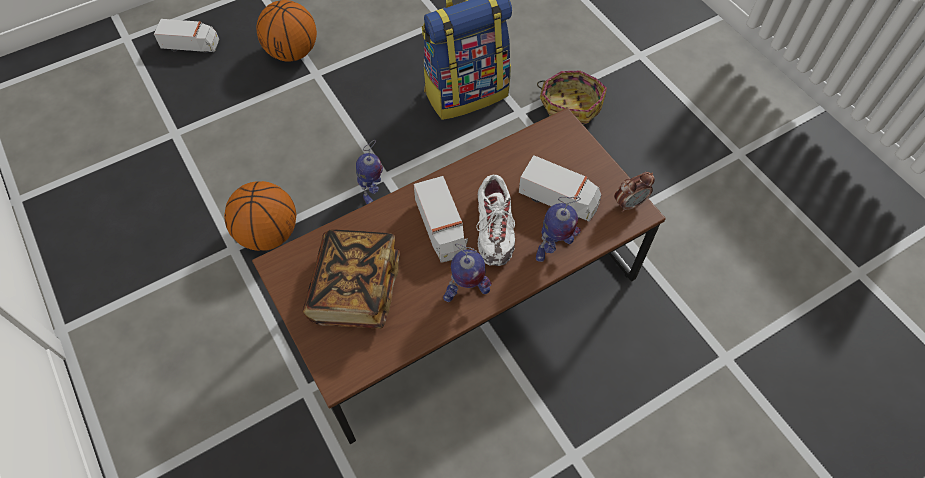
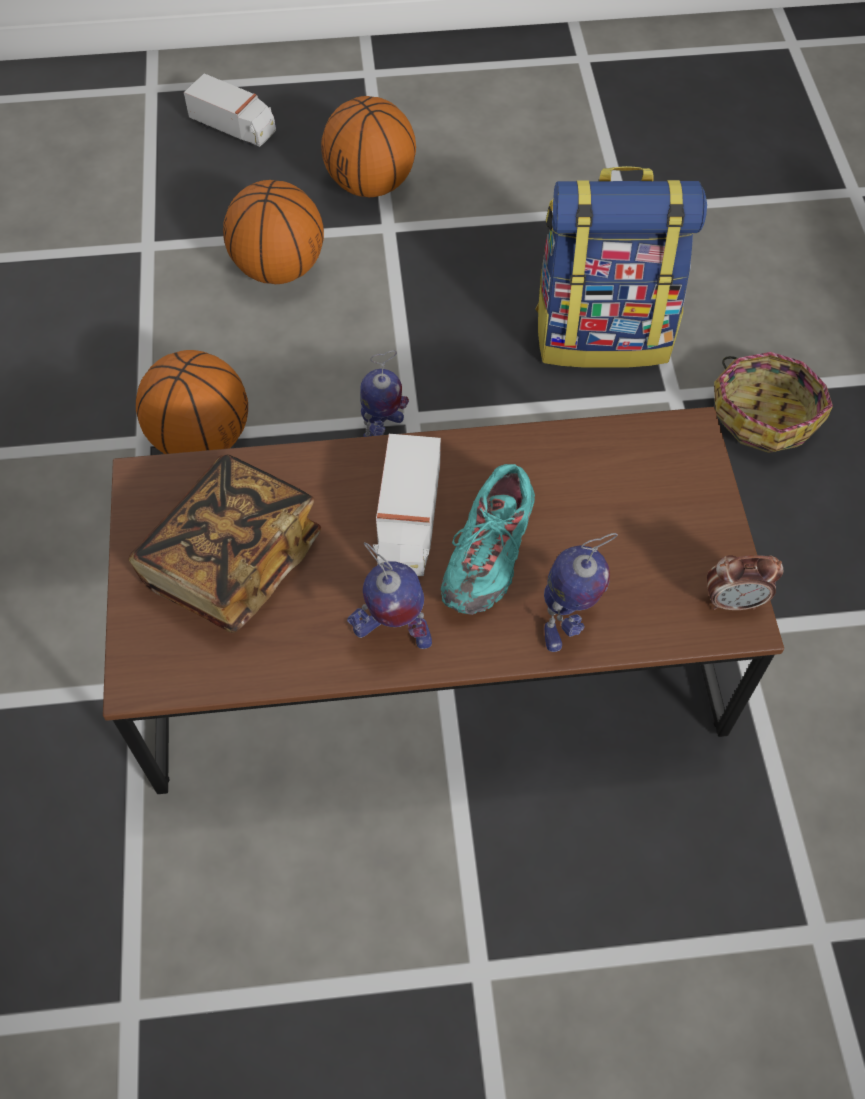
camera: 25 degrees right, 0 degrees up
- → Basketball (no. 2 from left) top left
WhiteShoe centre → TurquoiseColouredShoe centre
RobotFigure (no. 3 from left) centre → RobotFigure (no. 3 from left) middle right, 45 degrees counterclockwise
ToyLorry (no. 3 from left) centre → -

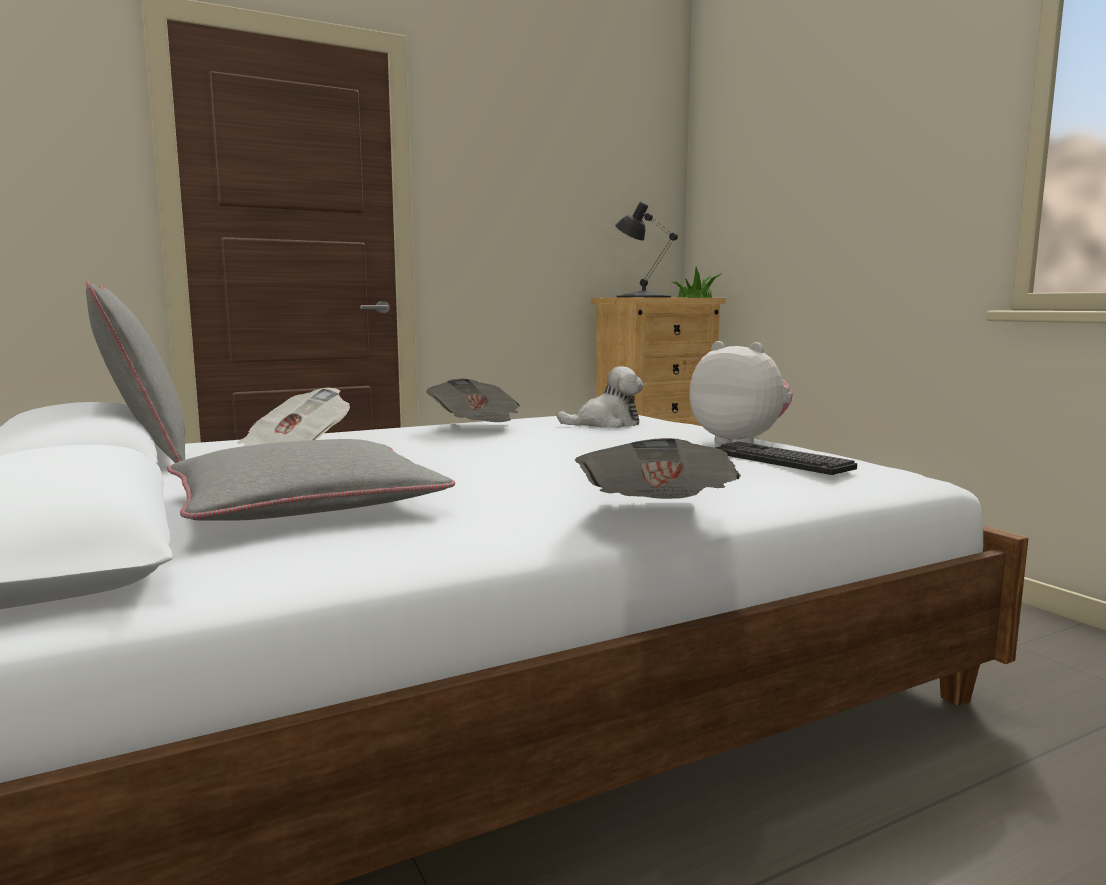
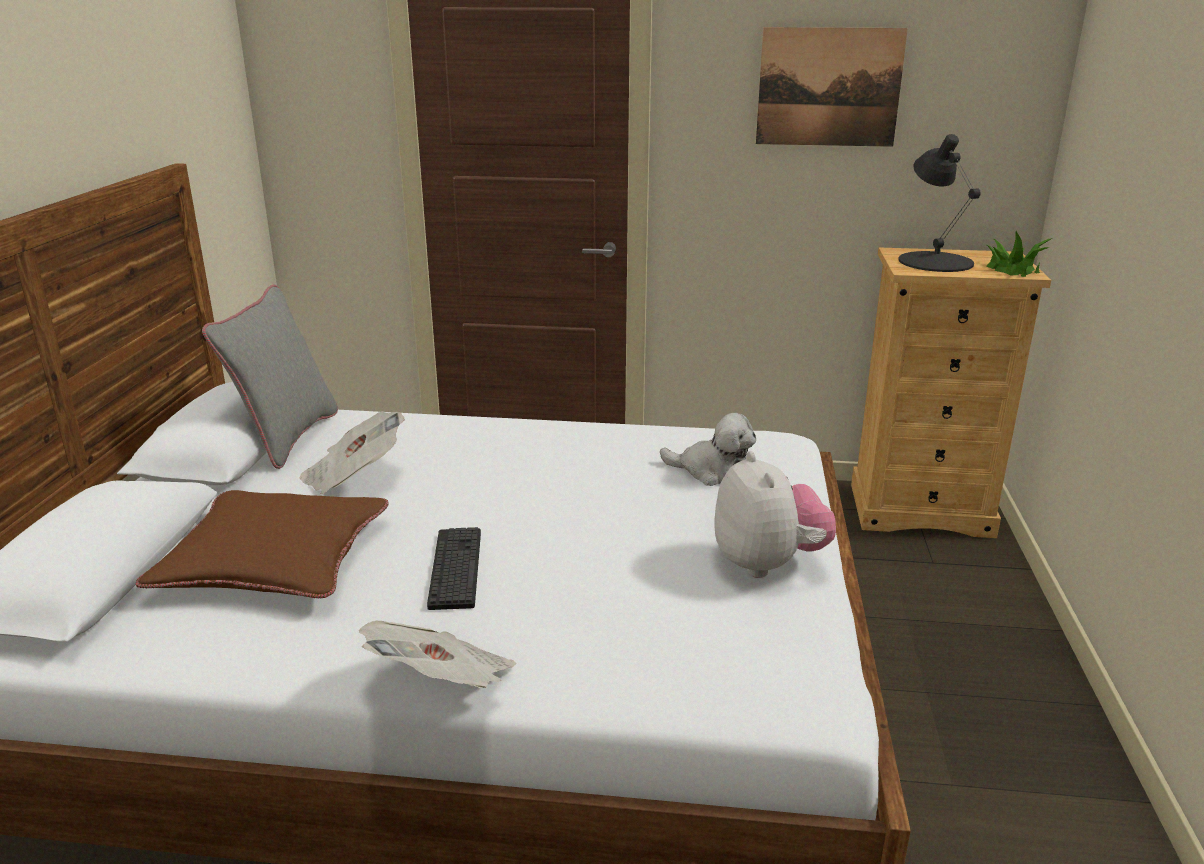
camera: 35 degrees right, 15 degrees up
GrayCushion (no. 2 from left) middle left → BrownCushion middle left
PcKeyboard middle right → PcKeyboard centre, relocated
- → Picture top right
DailyPaper (no. 2 from left) centre → -

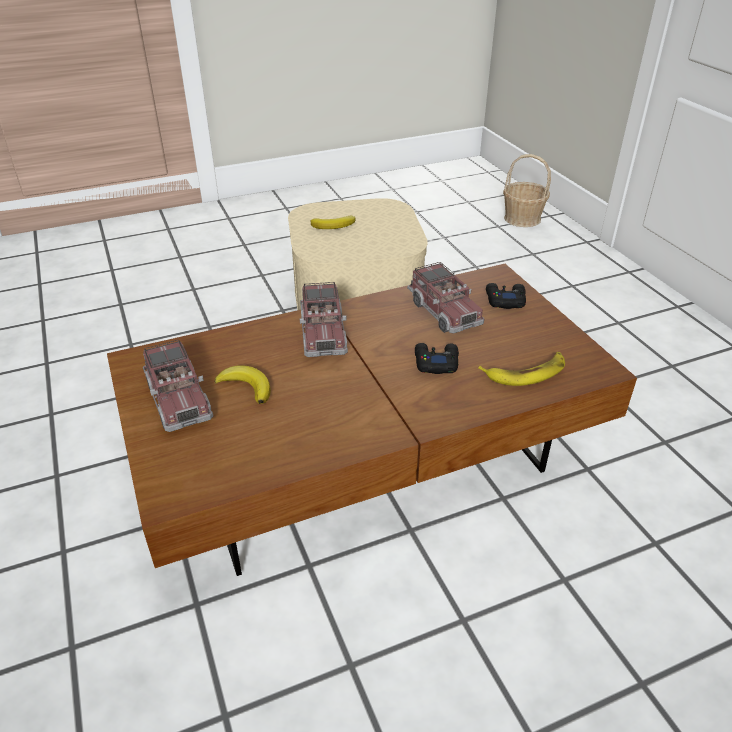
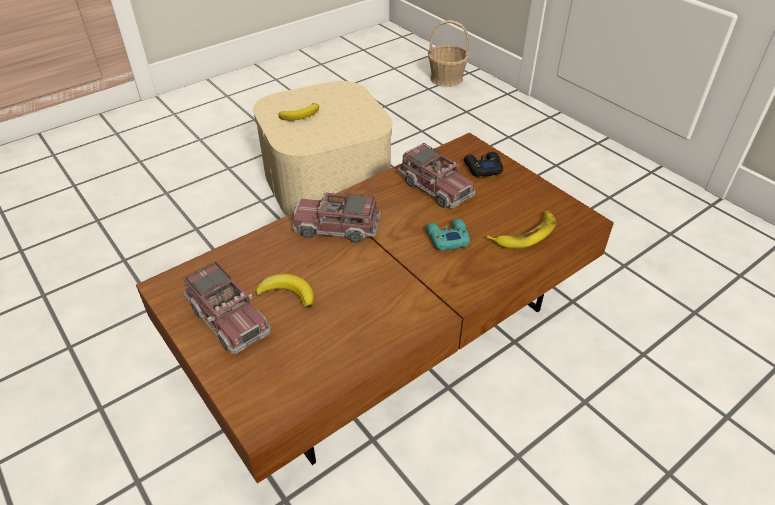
camera: 15 degrees left, 5 degrees up
ToyLorry (no. 2 from left) centre, 120 degrees clockwise
BlackJoypad (no. 1 from left) centre → TurquoiseColouredJoypad centre

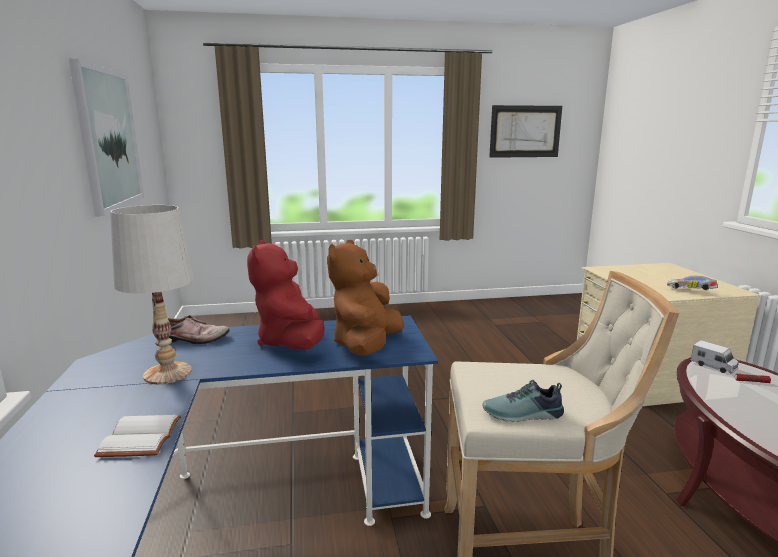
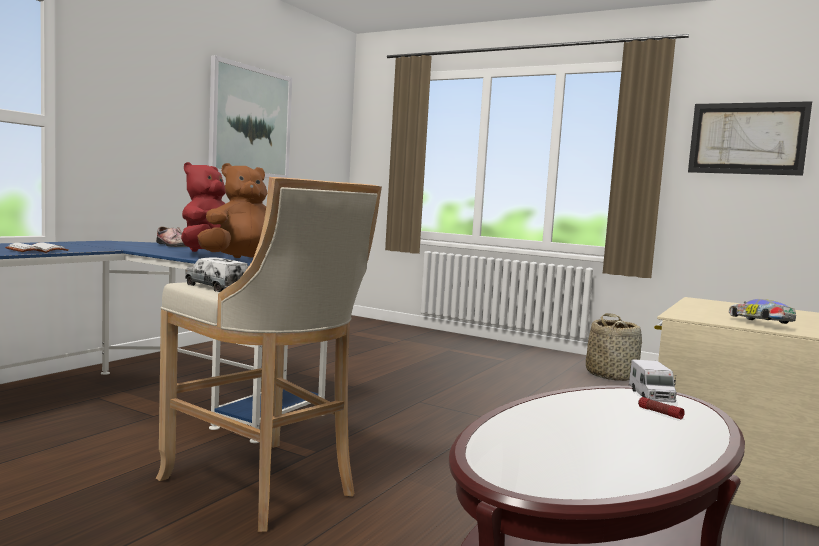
camera: 40 degrees right, 10 degrees down
Shoe (no. 2 from left) bottom right → ToyLorry (no. 1 from left) middle left
- → StorageBasket middle right
WhiteTableLamp middle left → -

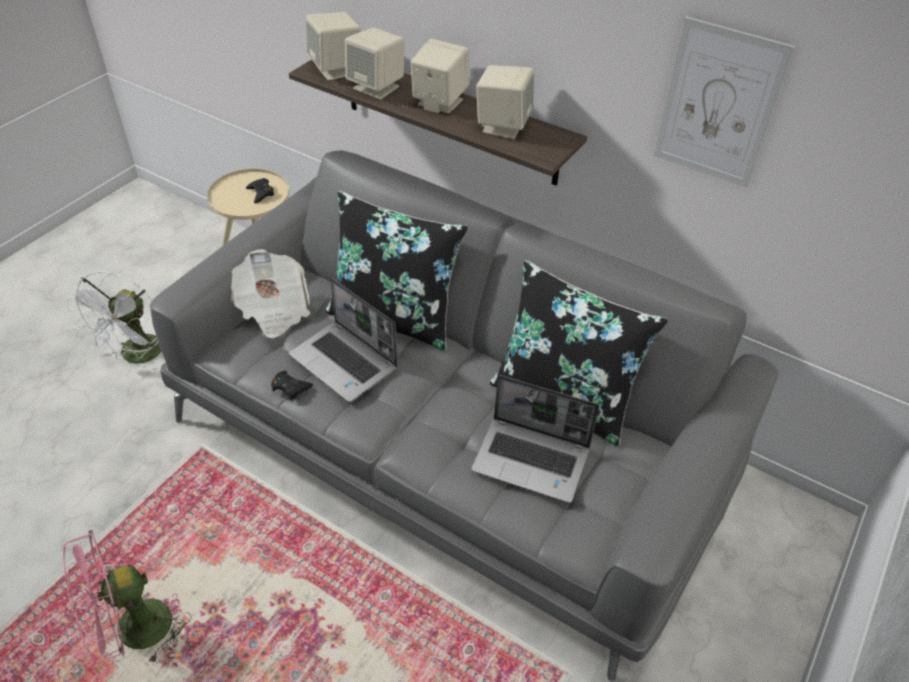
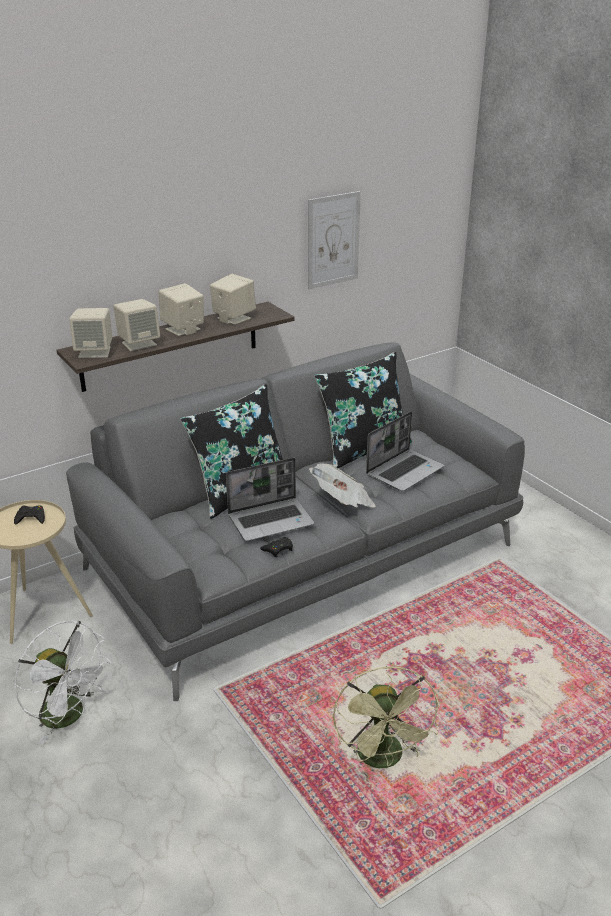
camera: 65 degrees left, 15 degrees down
DailyPaper middle left → DailyPaper centre, relocated
PinkColouredFan bottom left → GreenFan bottom centre

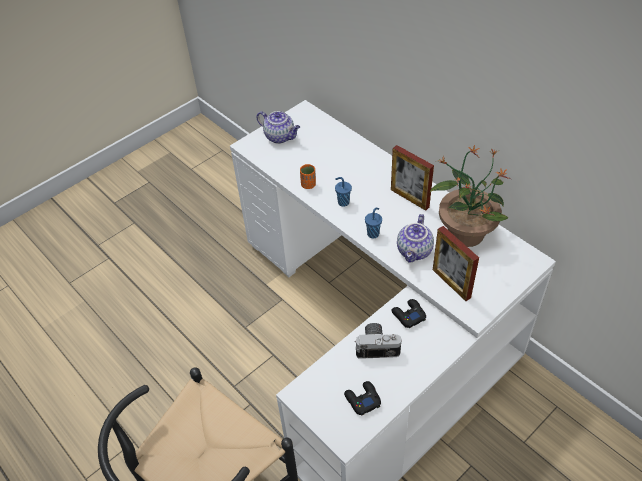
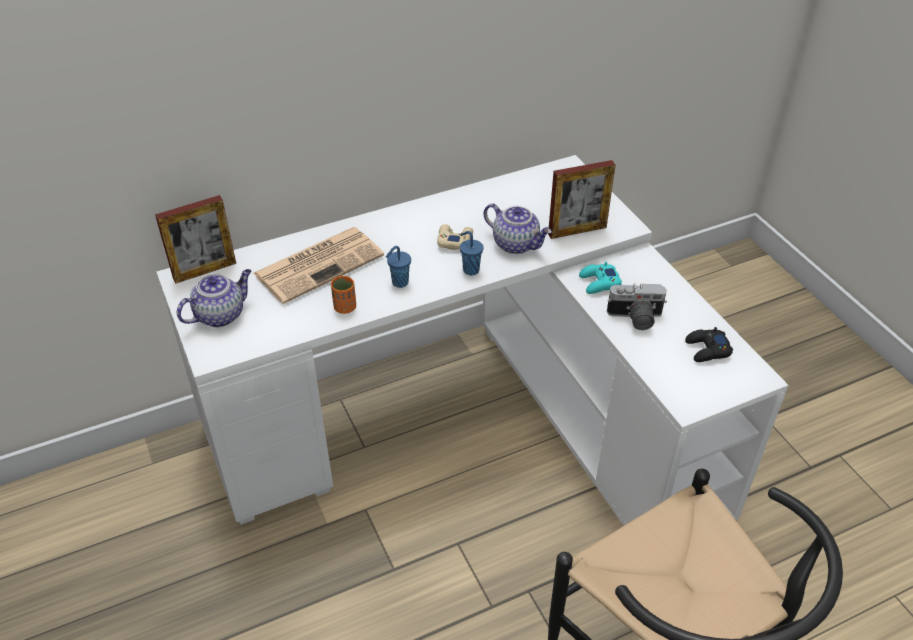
camera: 75 degrees left, 5 degrees down
PhotoFrame (no. 1 from left) centre → PhotoFrame (no. 1 from left) middle left, relocated
- → DailyPaper centre
- → BeigeJoypad centre
BlackJoypad (no. 2 from left) centre → TurquoiseColouredJoypad centre
PhotoCamera bottom centre → PhotoCamera middle right, 105 degrees counterclockwise
PlantInAPot middle right → -

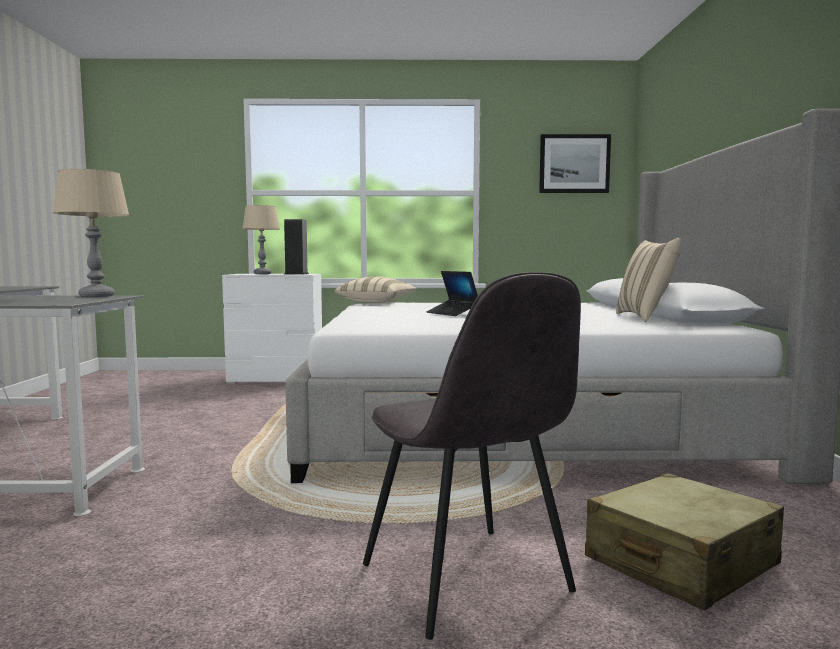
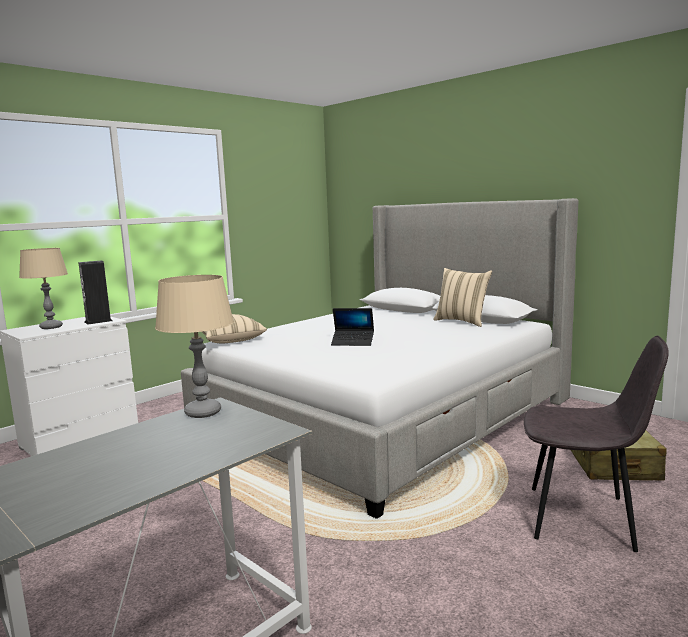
camera: 45 degrees left, 5 degrees up
Picture top right → -

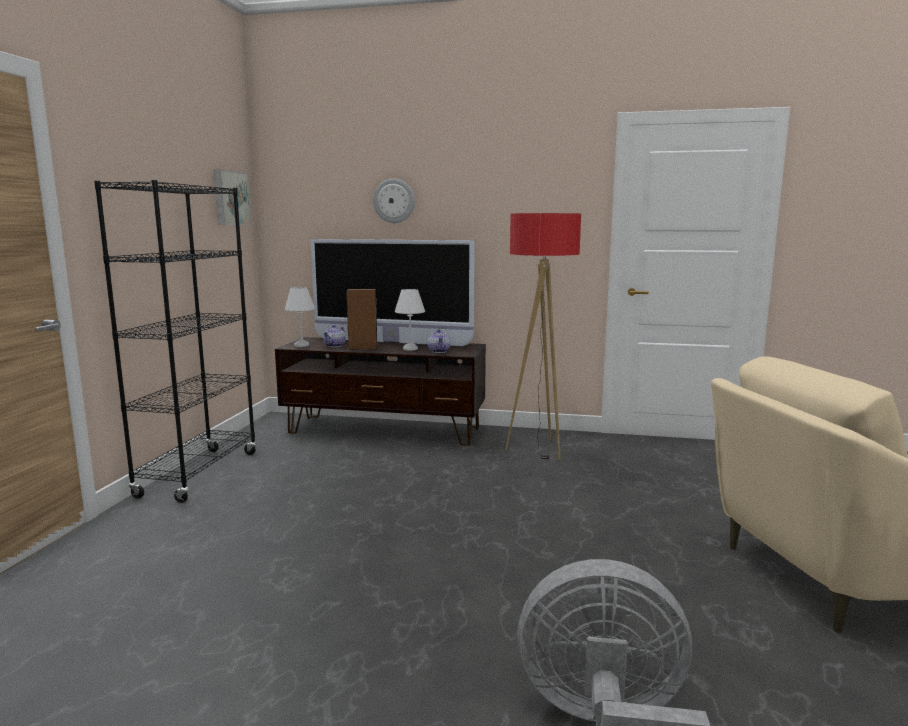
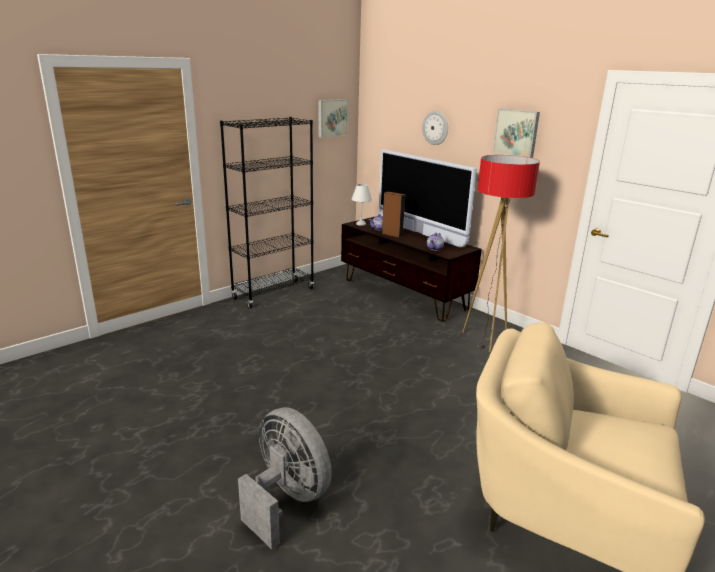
camera: 35 degrees right, 10 degrees up
- → Picture (no. 2 from left) top right
WhiteTableLamp (no. 2 from left) centre → -

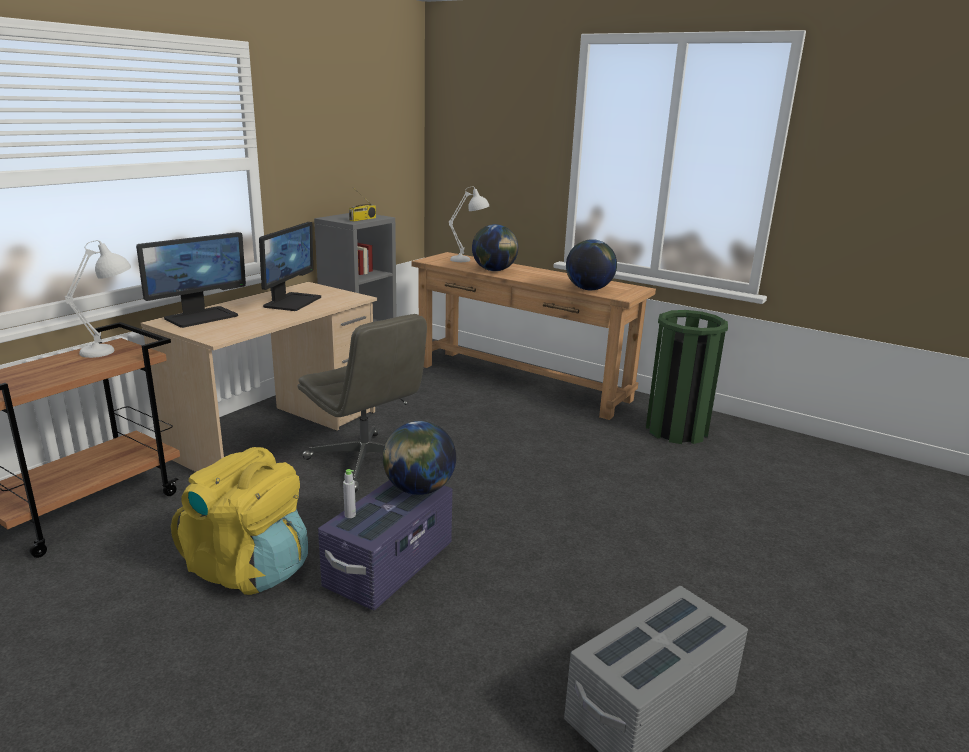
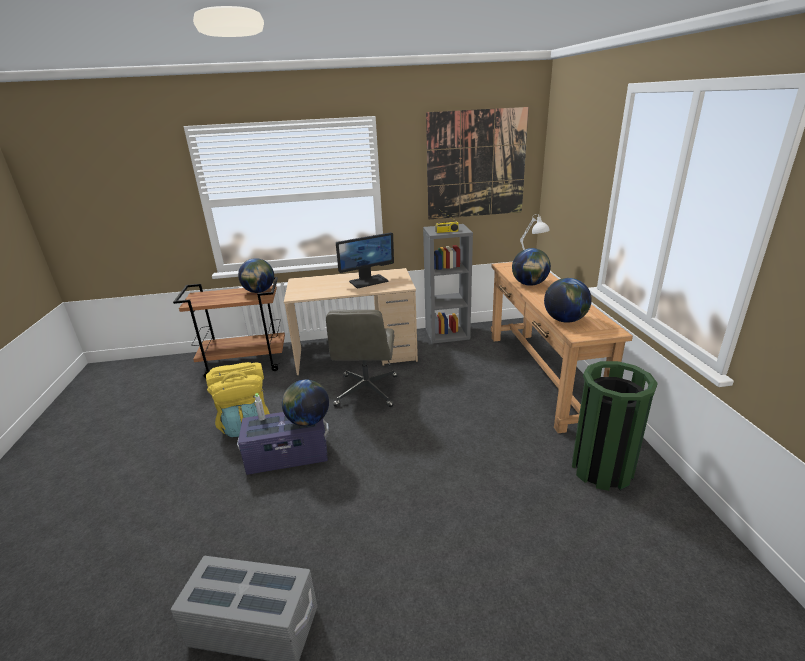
camera: 50 degrees right, 5 degrees up
WhiteTableLamp (no. 1 from left) middle left → WorldGlobe (no. 1 from left) middle left
- → Picture top centre
ComputerDisplay (no. 1 from left) middle left → -

